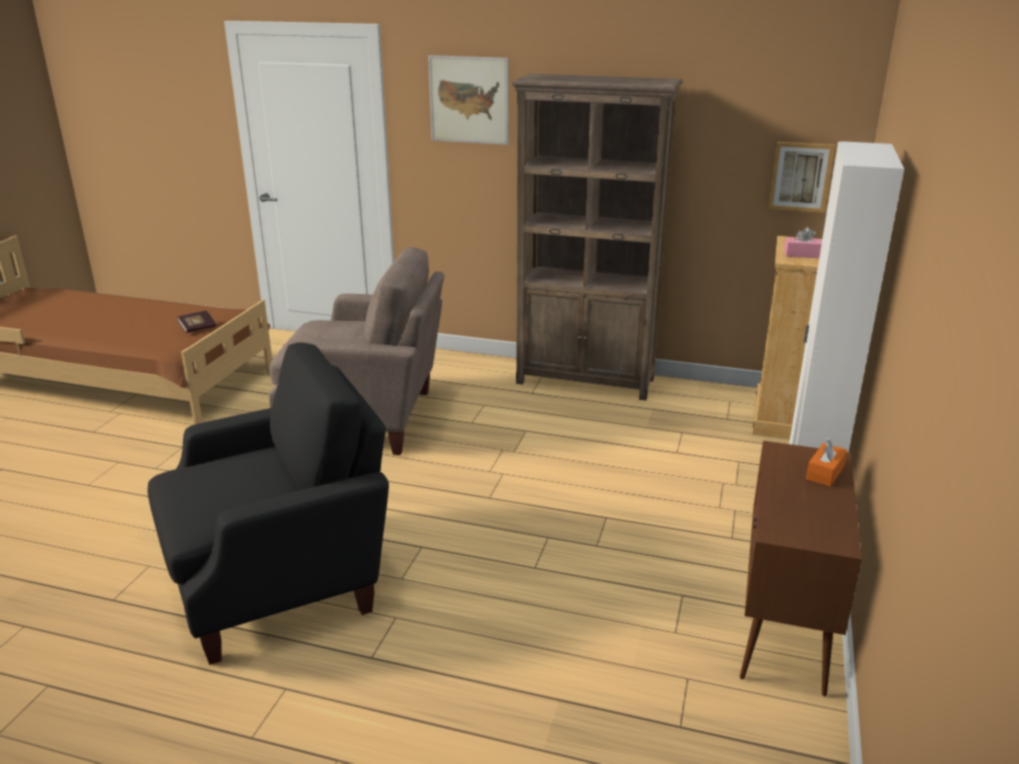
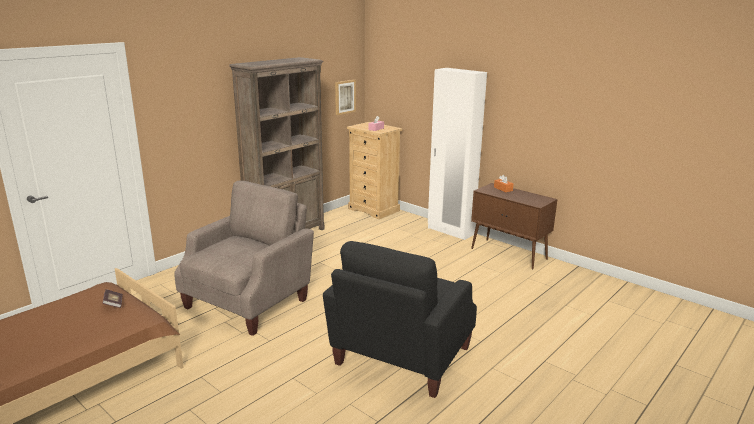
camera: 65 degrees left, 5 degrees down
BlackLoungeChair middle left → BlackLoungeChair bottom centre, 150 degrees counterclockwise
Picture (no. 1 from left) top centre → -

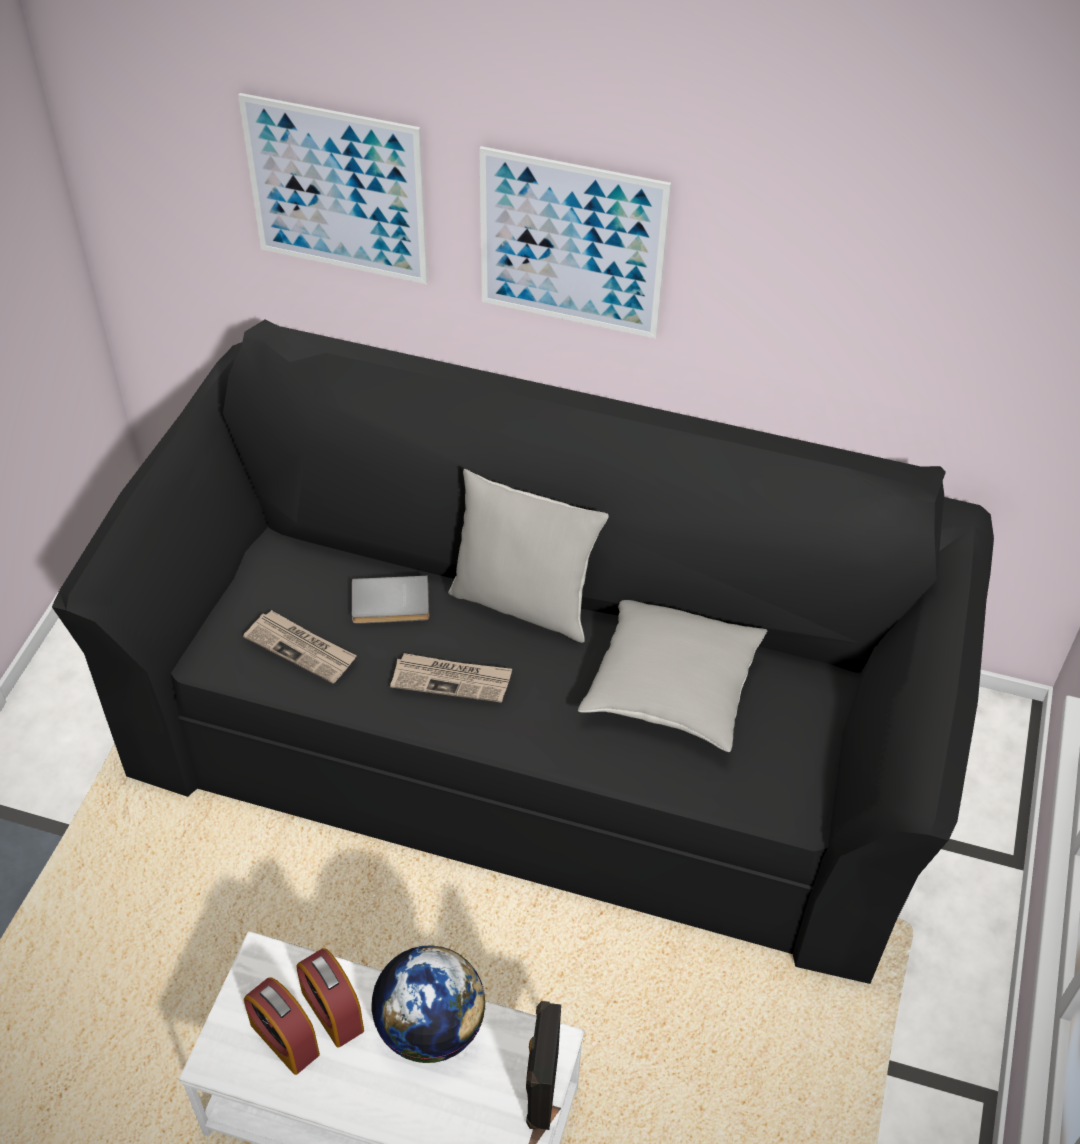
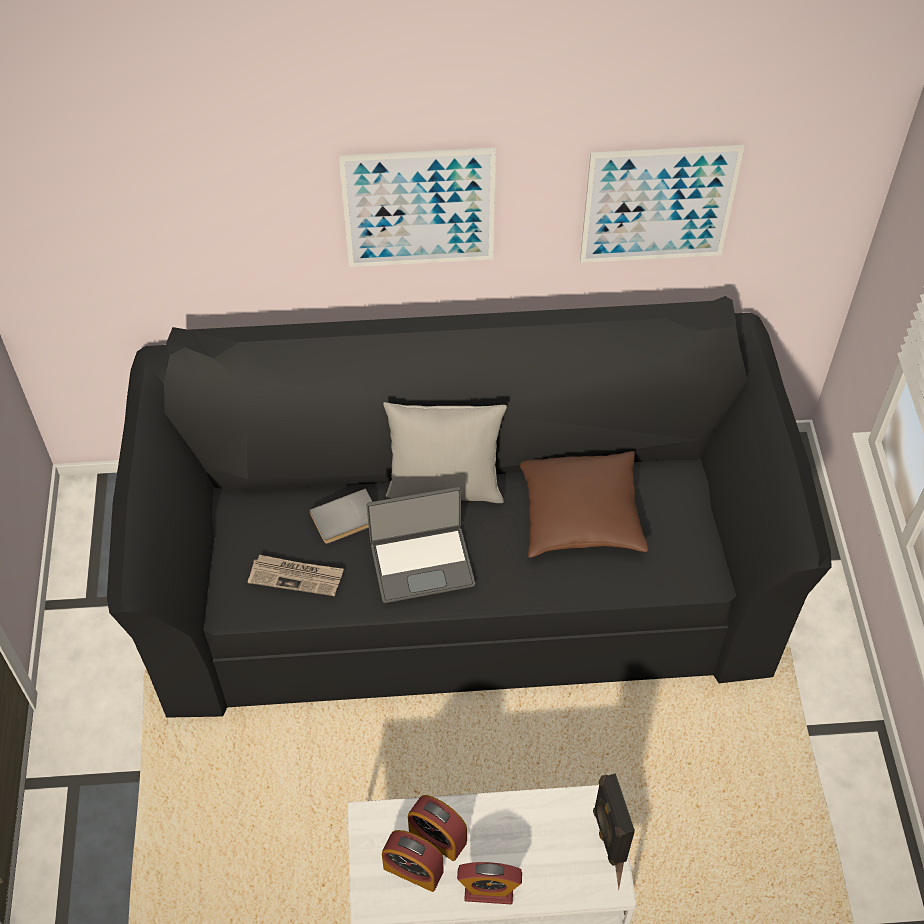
camera: 20 degrees left, 5 degrees up
DailyPaper (no. 2 from left) centre → Laptop centre
- → TableClock (no. 3 from left) bottom centre
GrayCushion (no. 2 from left) centre → BrownCushion centre
Picture (no. 1 from left in the first image) top left → Picture (no. 2 from left) top right, relocated
WorldGlobe bottom centre → -

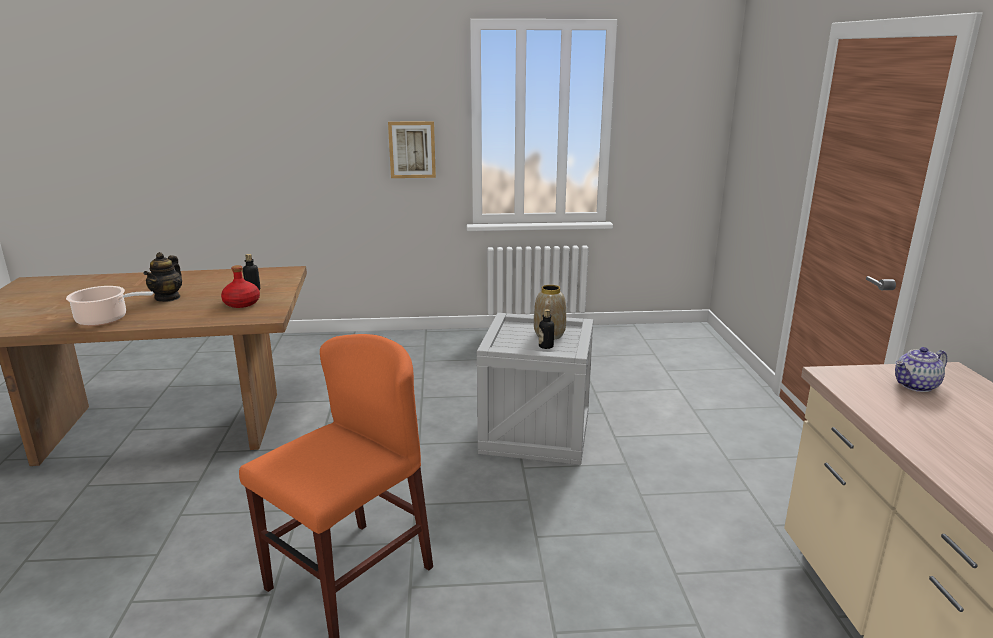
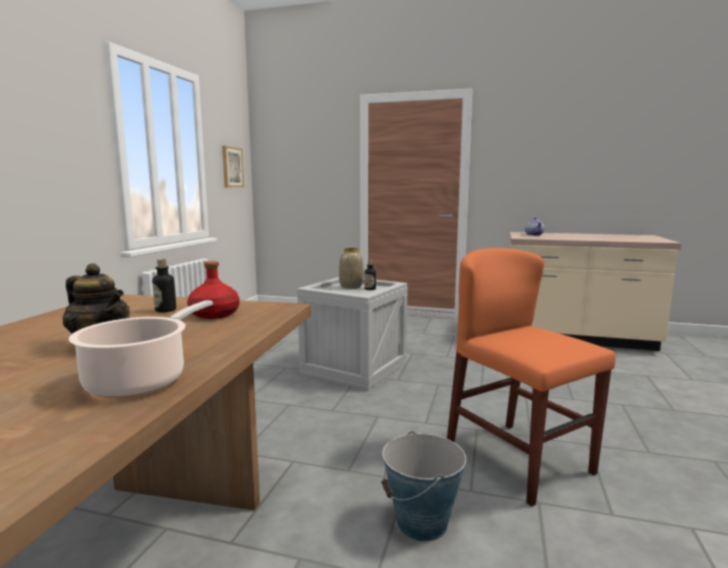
camera: 70 degrees left, 10 degrees down
Picture top centre → Picture top left, relocated
- → Bucket bottom centre

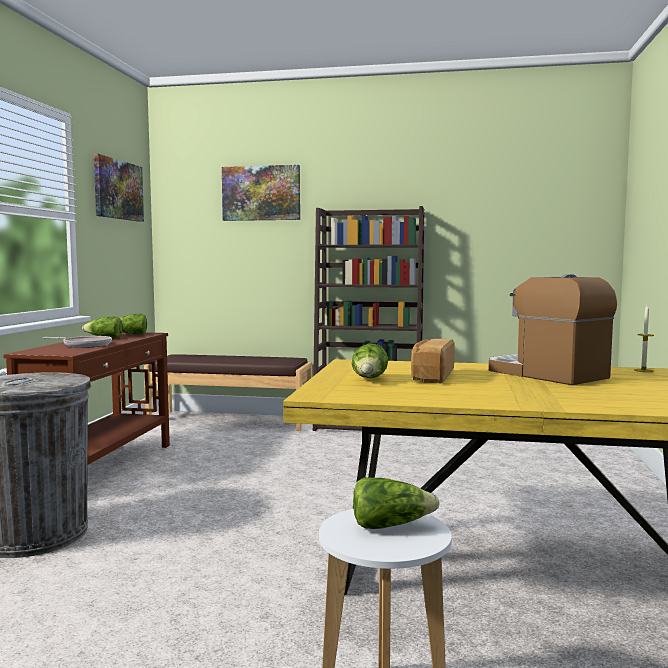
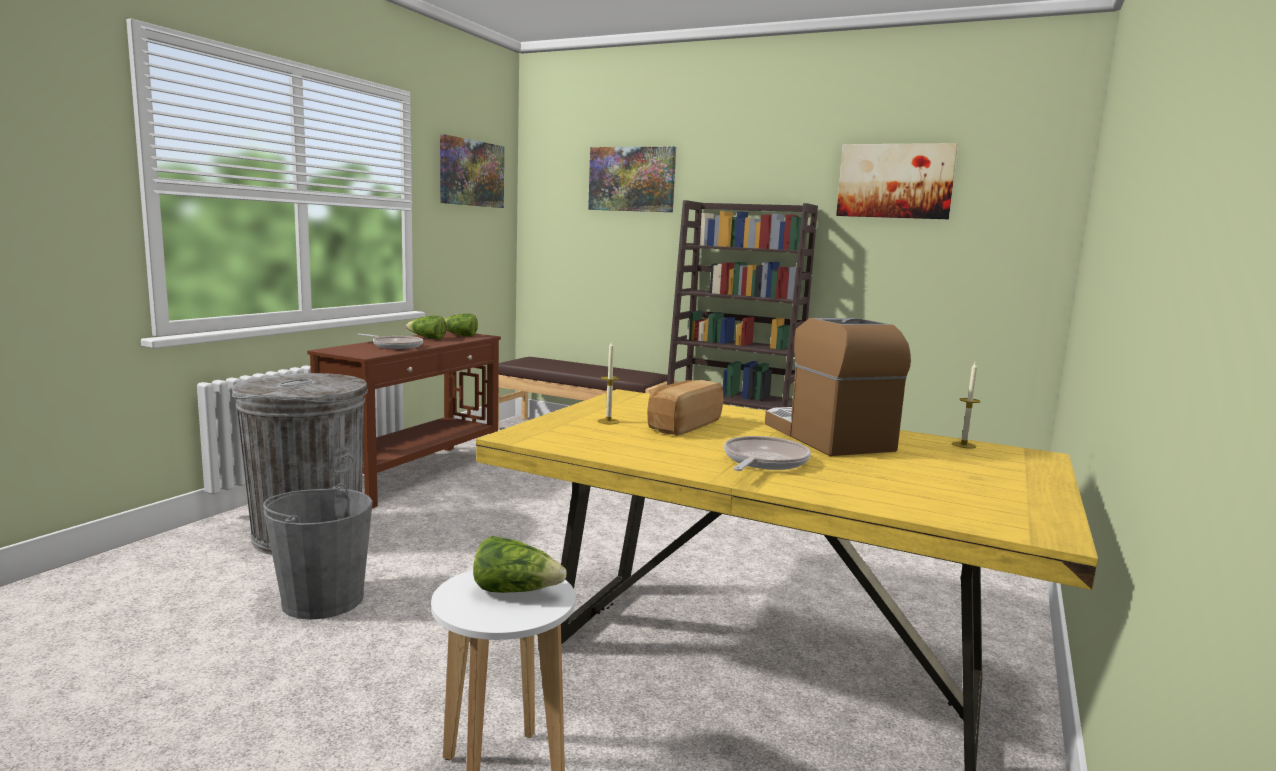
camera: 15 degrees right, 5 degrees up
- → GrayBucket bottom left
Lettuce (no. 3 from left) centre → WaxLight (no. 1 from left) centre
- → Skillet (no. 2 from left) centre
- → Picture (no. 3 from left) top right

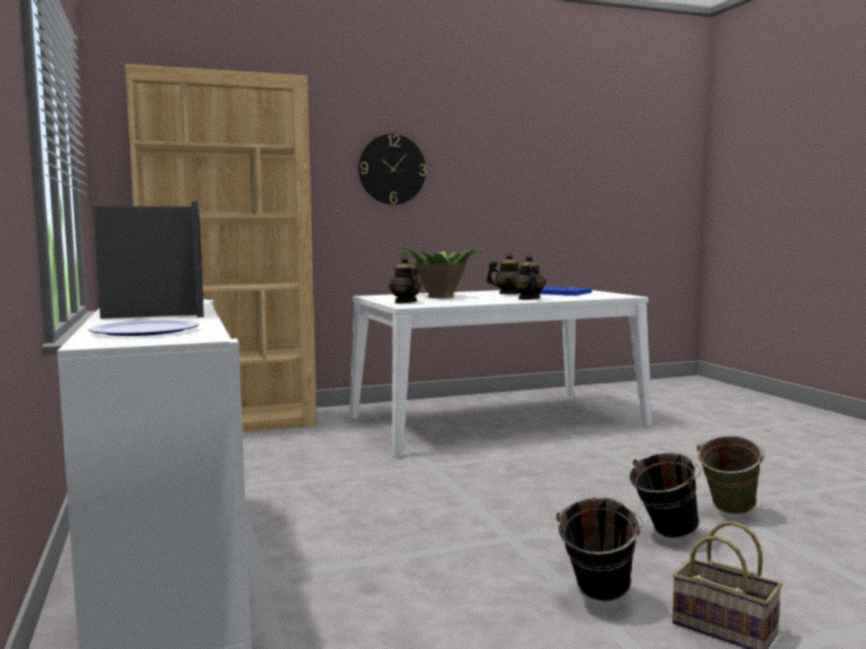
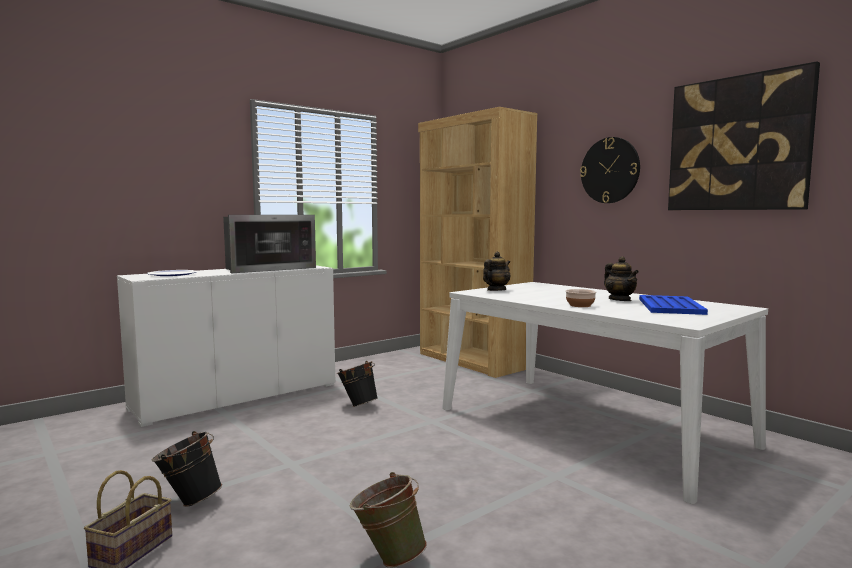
camera: 70 degrees right, 0 degrees up
BlackBucket (no. 2 from left) bottom right → BlackBucket (no. 2 from left) bottom centre, relocated
PotForTea (no. 3 from left) centre → DeepDish middle right
- → Picture top right
PlantInAPot centre → -

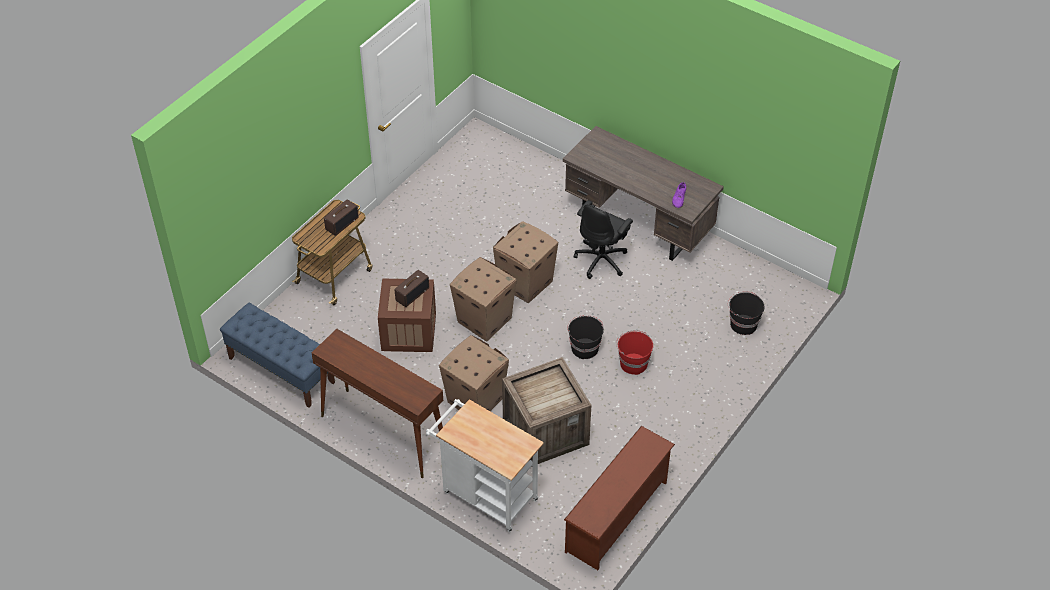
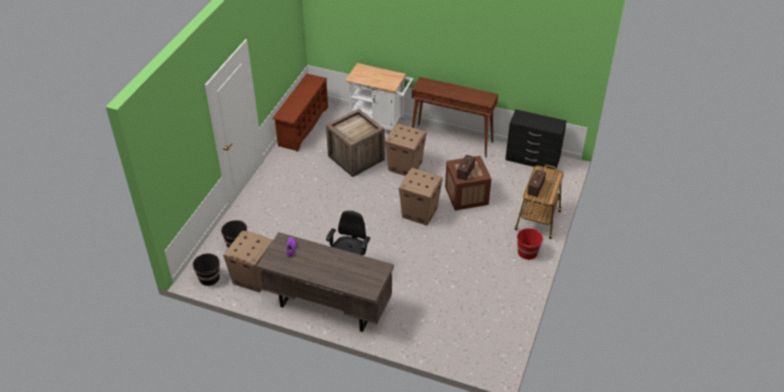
camera: 165 degrees right, 5 degrees down
BlackBucket (no. 1 from left) centre → BlackBucket (no. 1 from left) bottom left, relocated
Carton (no. 3 from left in the first image) centre → Carton (no. 1 from left) bottom left, relocated
BlueIndoorBench middle left → BlackChestOfDrawers middle right
RedBucket centre → RedBucket middle right, relocated

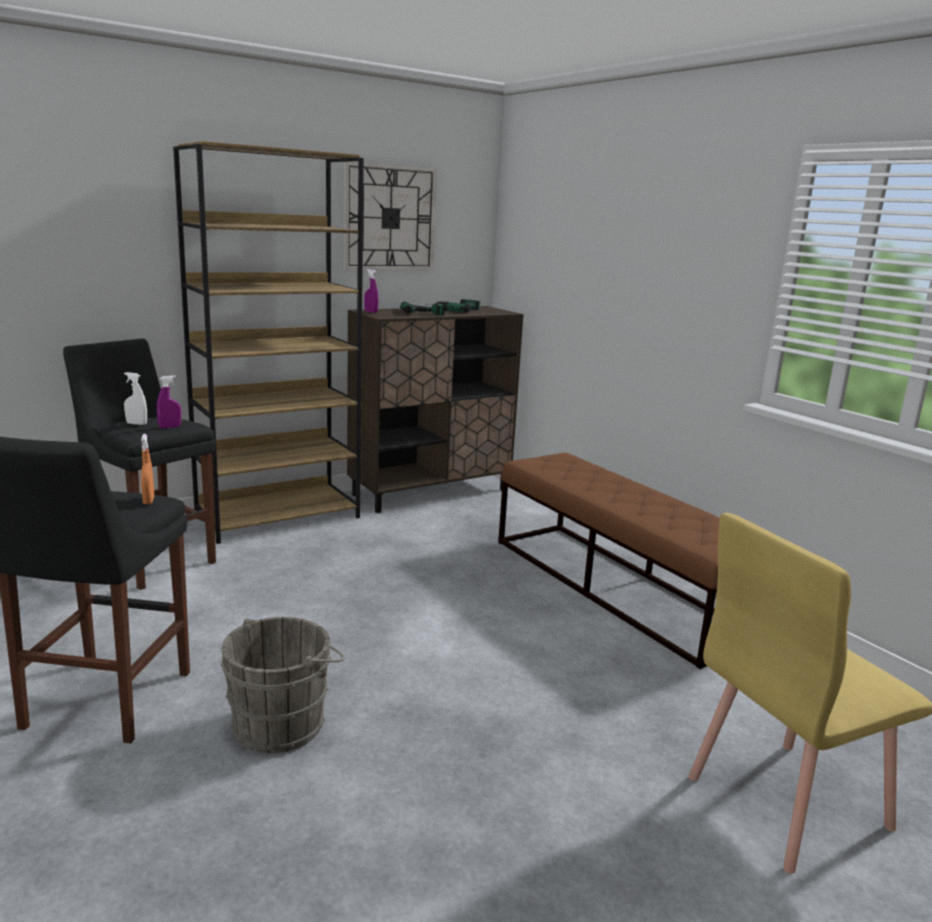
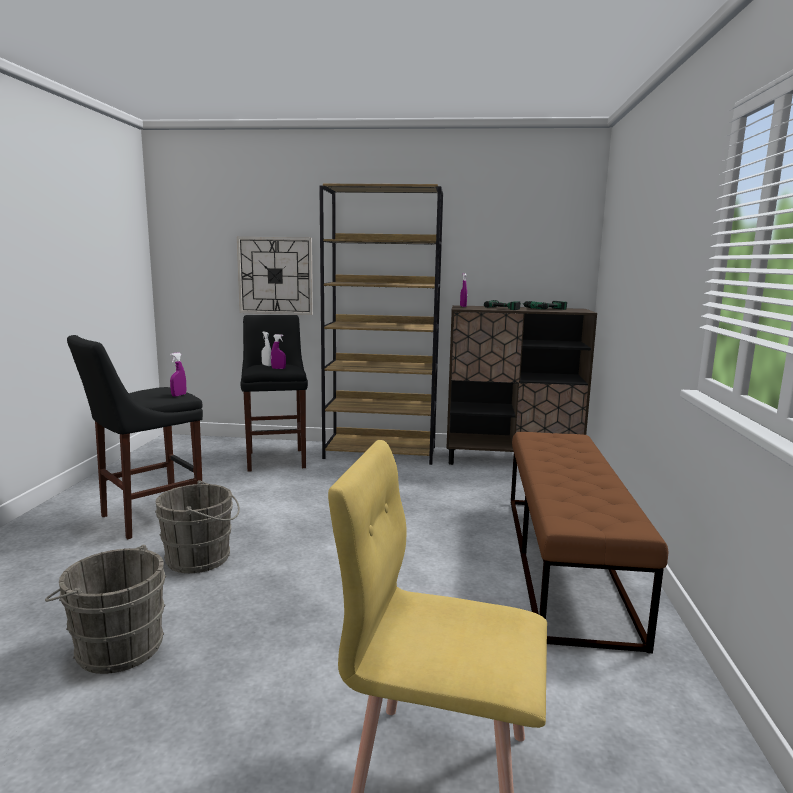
camera: 40 degrees right, 5 degrees down
- → GrayBucket (no. 1 from left) bottom left
OrangeColouredSprayBottle middle left → PurplishSprayBottle (no. 1 from left) middle left
HangingClock top centre → HangingClock centre, relocated

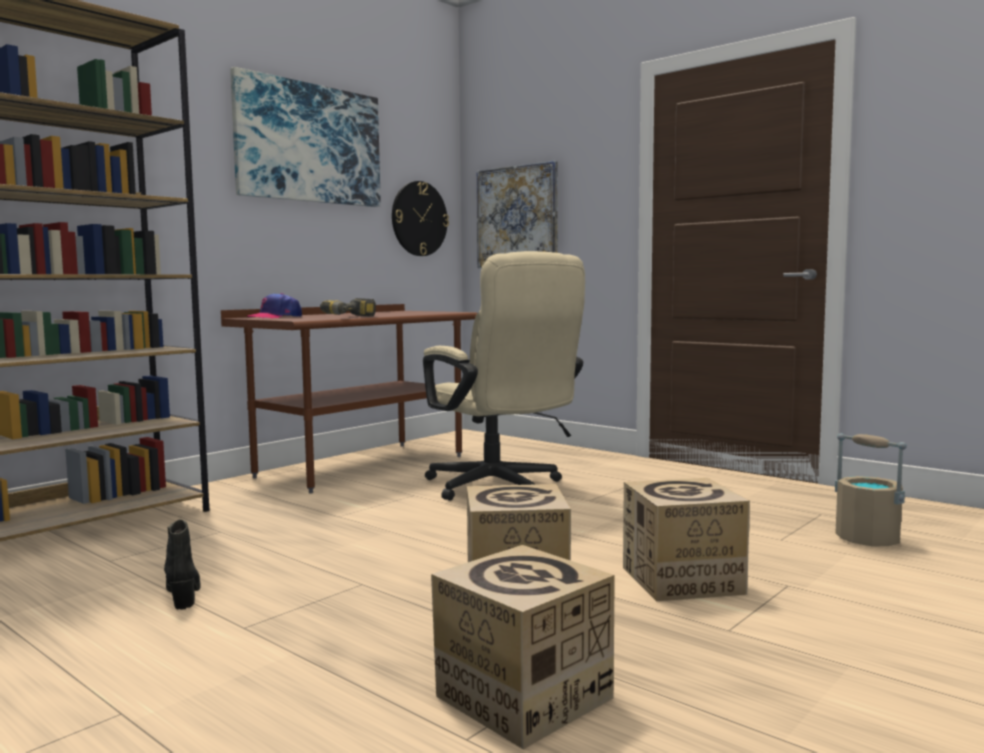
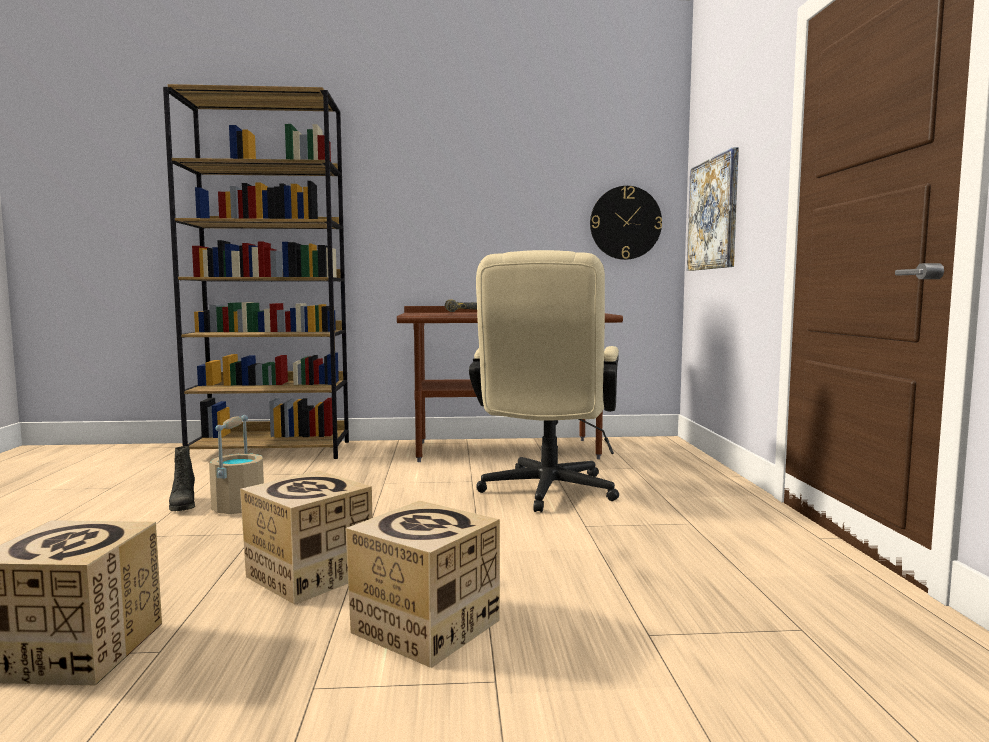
camera: 45 degrees right, 0 degrees up
BlackTallBoot bottom left → BlackTallBoot middle left, 135 degrees clockwise
BeigeBucket middle right → BeigeBucket middle left, relocated
Picture (no. 1 from left) top left → -
PeakedCap middle left → -

